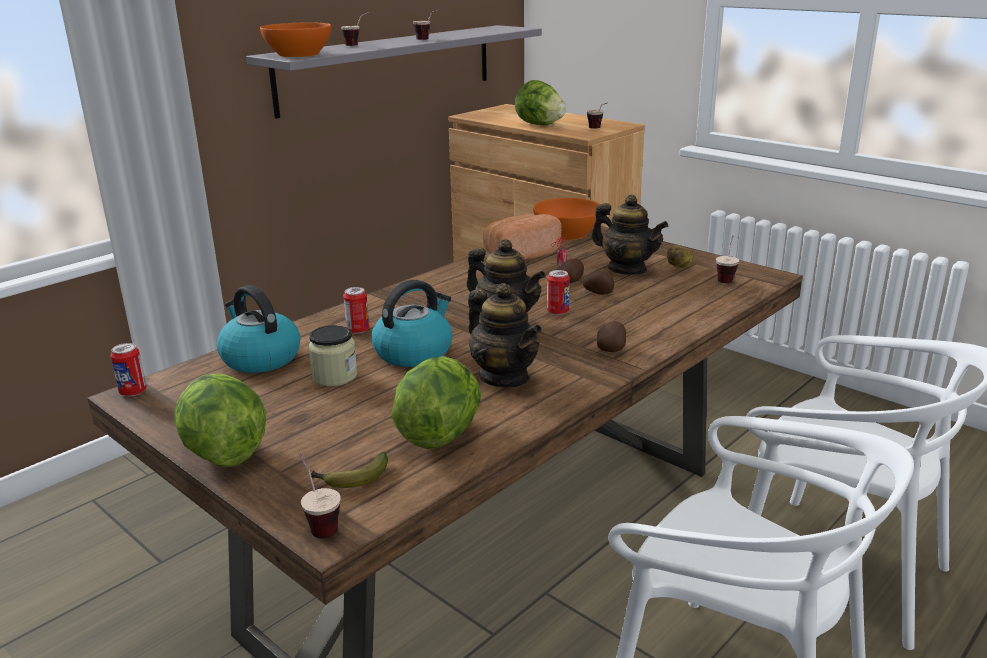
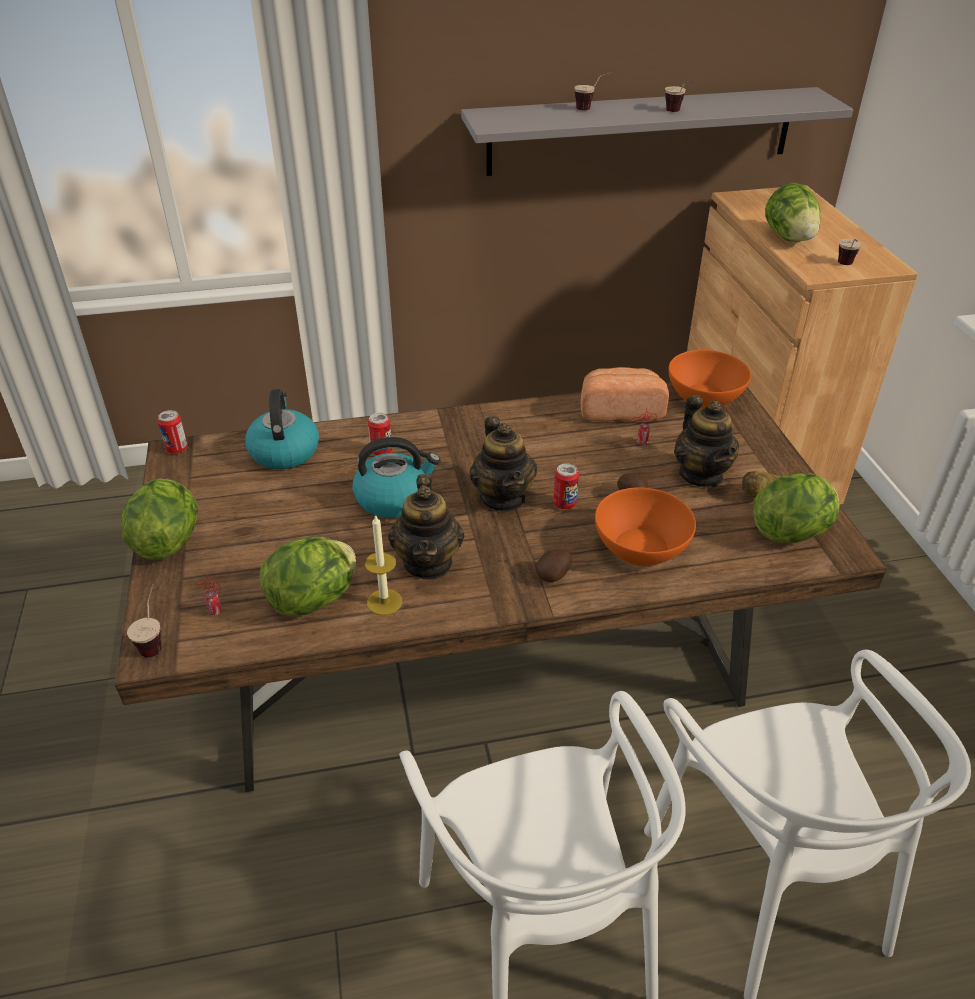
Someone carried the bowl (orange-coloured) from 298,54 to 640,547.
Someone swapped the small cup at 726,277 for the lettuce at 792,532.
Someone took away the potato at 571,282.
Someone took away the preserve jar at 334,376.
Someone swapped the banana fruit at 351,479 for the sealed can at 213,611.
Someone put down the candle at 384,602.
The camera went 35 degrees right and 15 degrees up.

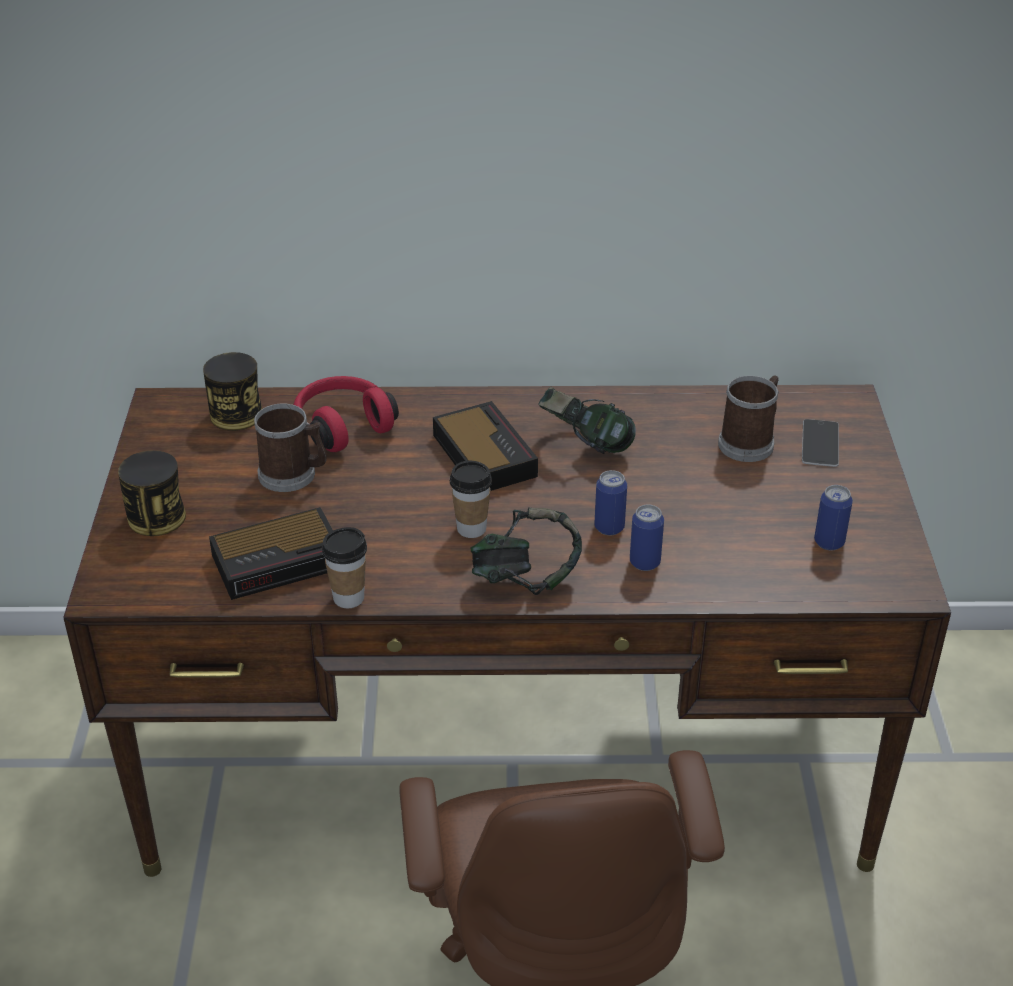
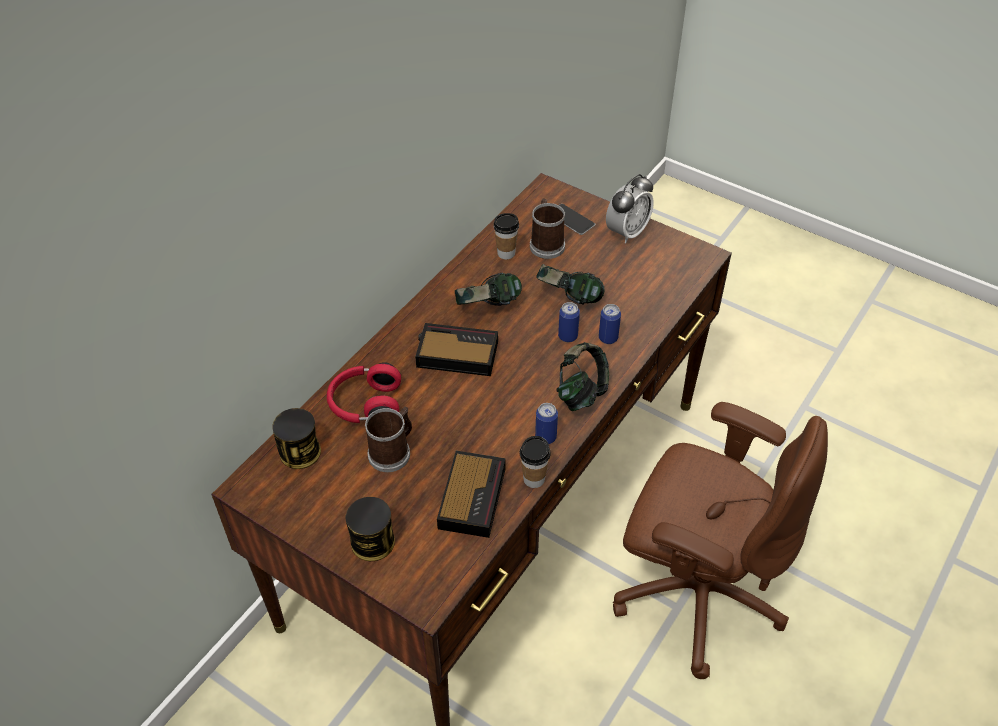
Someone carried the small cup from 471,528 to 506,253.
Someone carried the sealed can from 829,542 to 545,437.
Someone put down the bedside clock at 627,232.
Someone put down the pair of headphones at 568,299.
The camera went 55 degrees left and 10 degrees up.

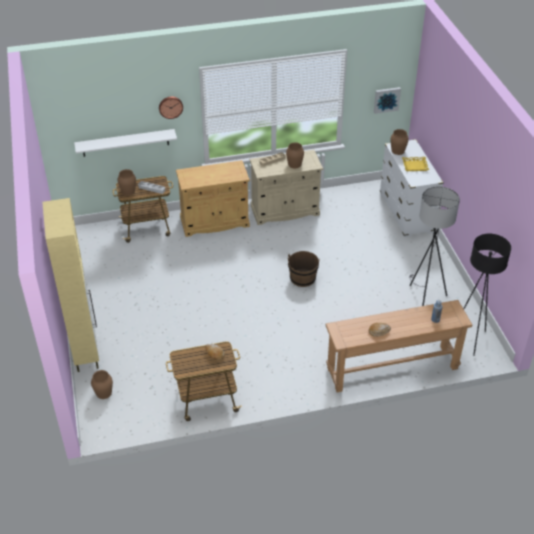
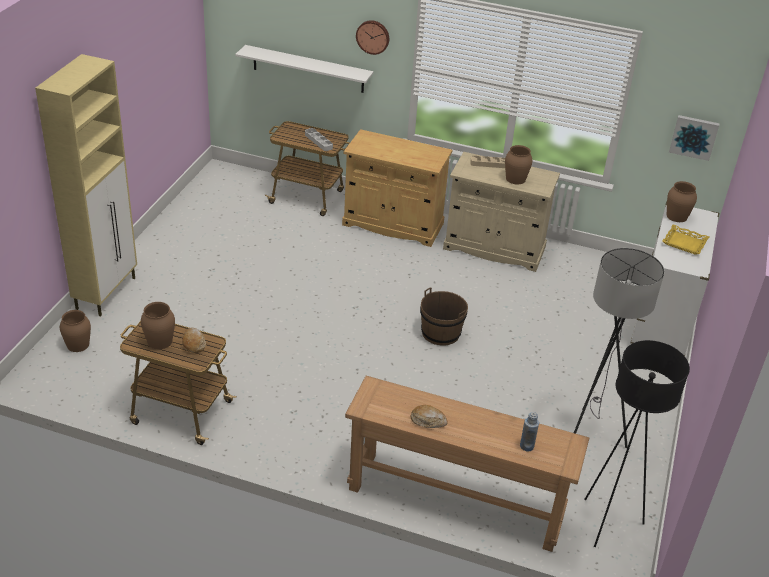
Someone carried the flower vase (brownish) from 128,191 to 159,341.
The camera went 30 degrees right and 5 degrees down.

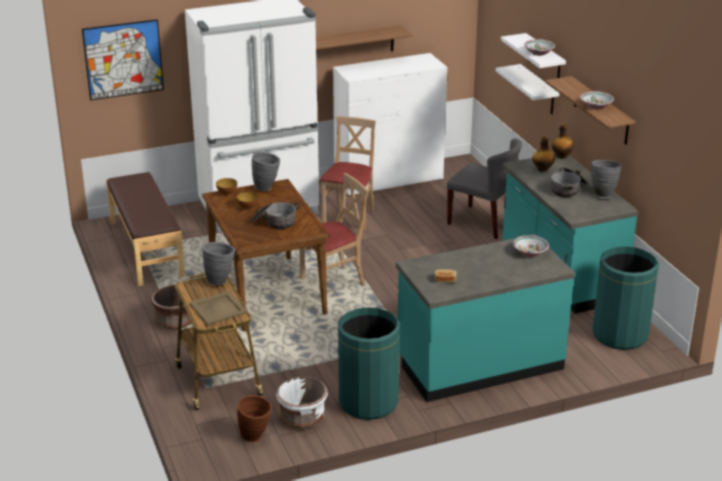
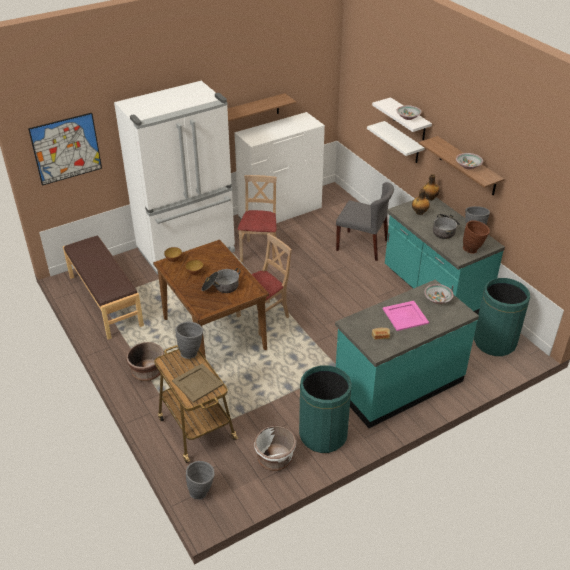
Someone carried the flower vase (grey) from 267,188 to 202,491.
Someone carried the flower vase (brownish) from 256,437 to 473,250.
Someone put down the serving tray (pink) at 405,316.
The camera went 10 degrees left and 10 degrees up.

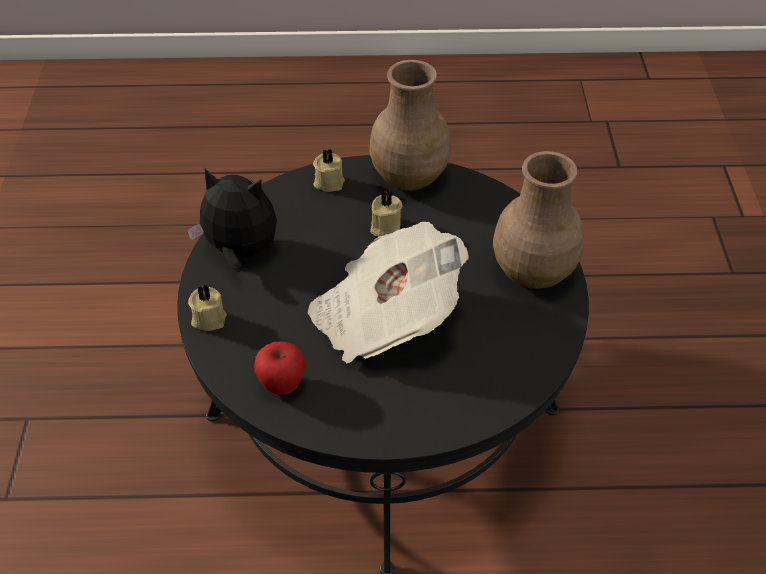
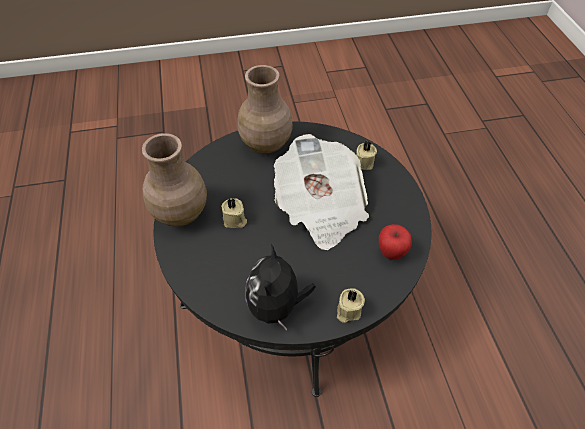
Someone carried the candle (sand-coloured) from 328,181 to 363,163.
The camera went 100 degrees left and 5 degrees up.

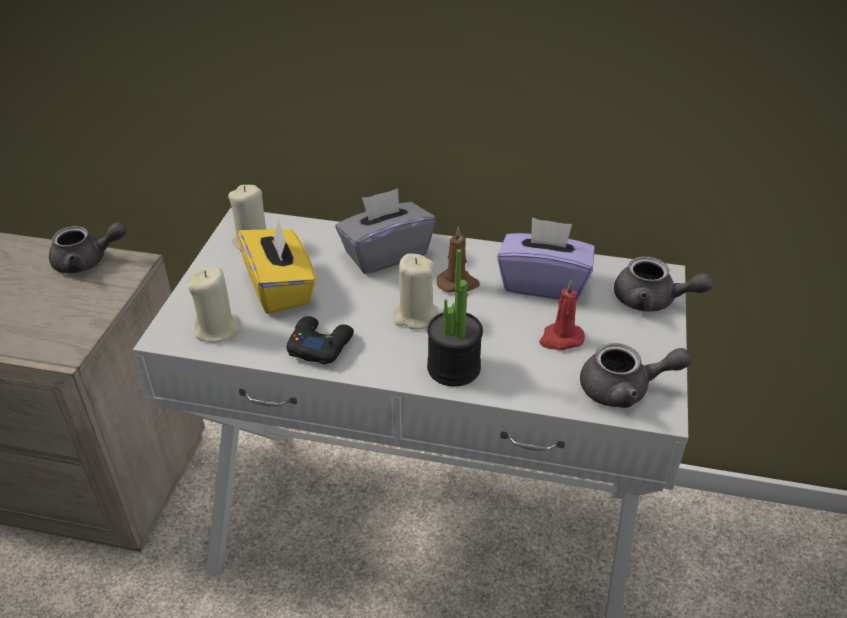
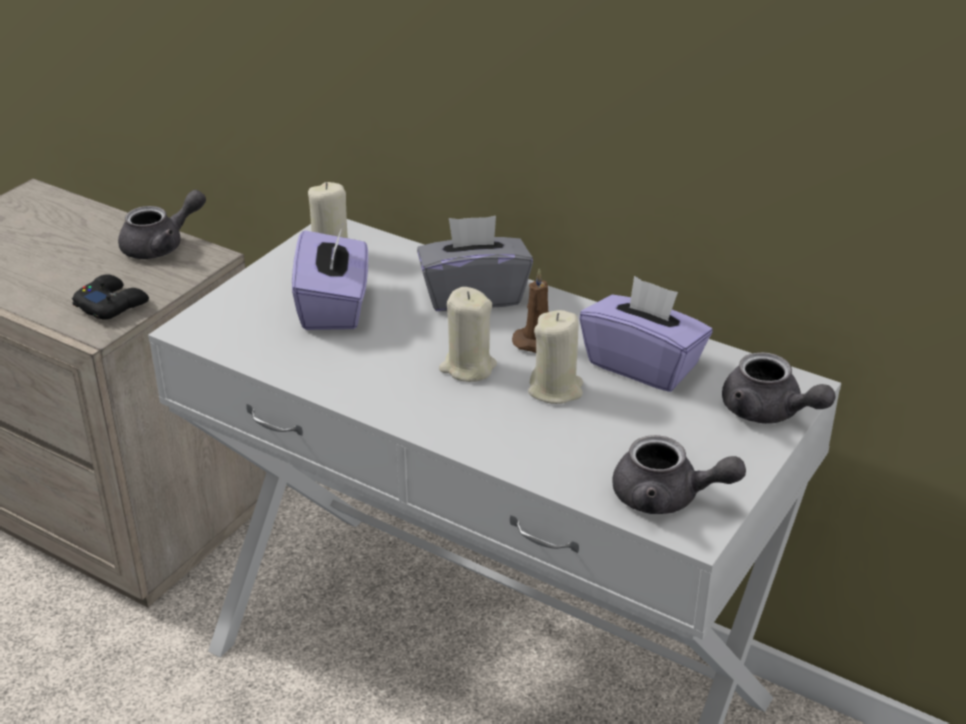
Someone repainted the tissue holder (yellow) at 280,288, which became the tissue holder (purple) at 334,307.
Someone rotated the teapot (grey) at 87,261 by 45 degrees counterclockwise.
Someone took away the plant in a pot at 453,368.
Someone carried the candle (sand-coloured) from 217,329 to 556,389.
Someone took away the candle (red-coloured) at 560,339.
Someone carried the game controller (black-coloured) from 320,345 to 111,304.
The camera went 20 degrees right and 5 degrees down.

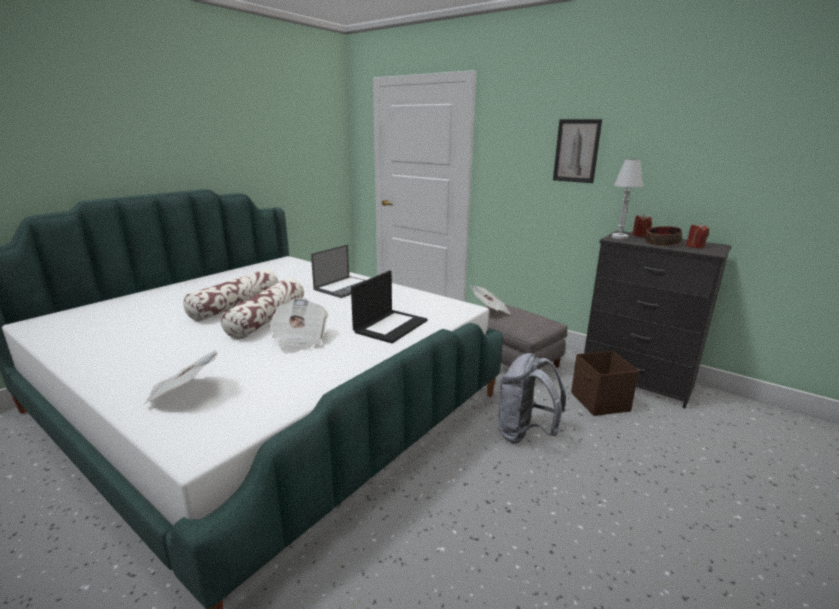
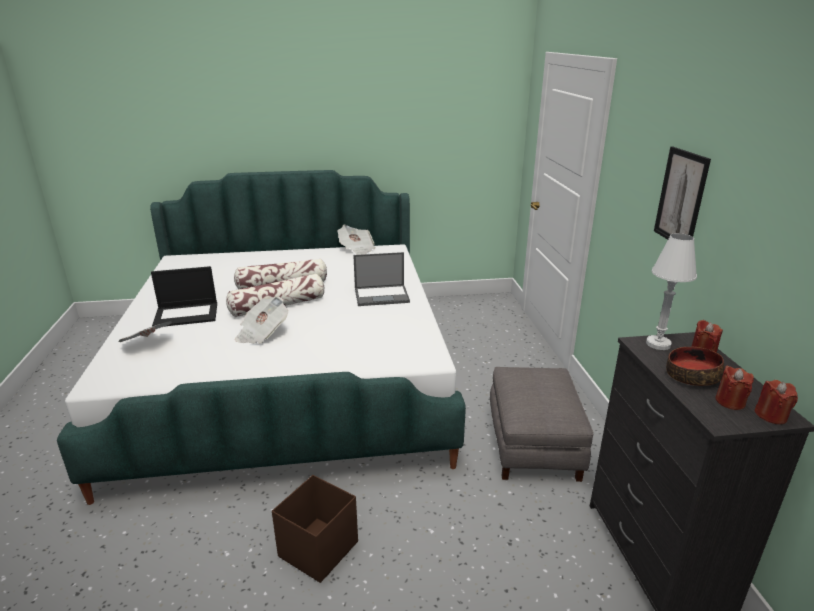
Someone carried the notebook computer from 390,326 to 187,314.
Someone carried the printed paper from 490,310 to 356,249.
Someone carried the storage container (brownish) from 600,402 to 317,550.
Someone took away the rucksack (grey) at 525,434.
Someone put down the candle (red-coloured) at 771,415.
The camera went 45 degrees right and 5 degrees up.

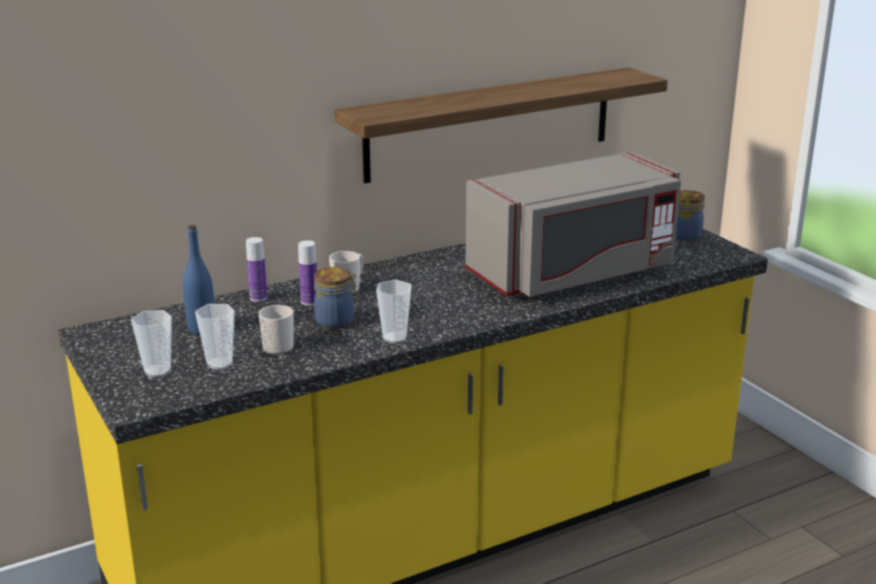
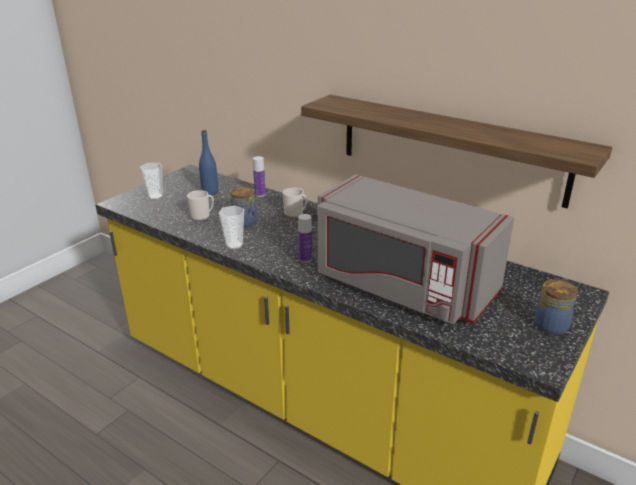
Someone carried the drink bottle from 309,301 to 305,259.
Someone took away the small cup at 219,364.
The camera went 65 degrees right and 5 degrees up.

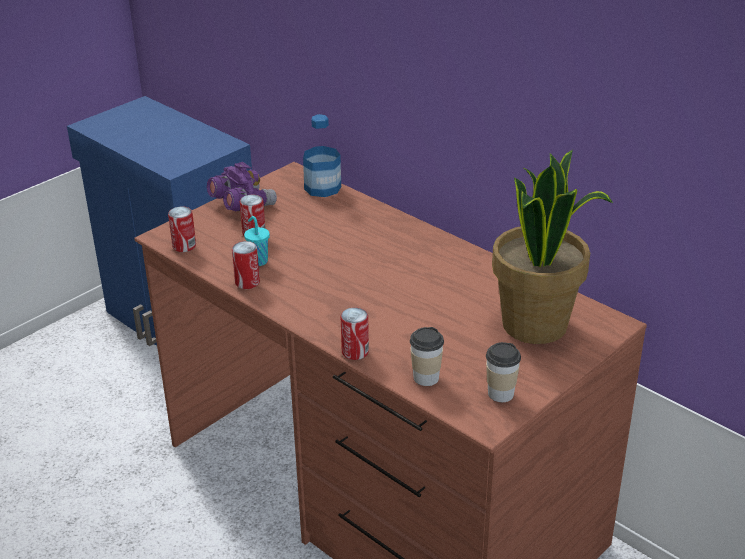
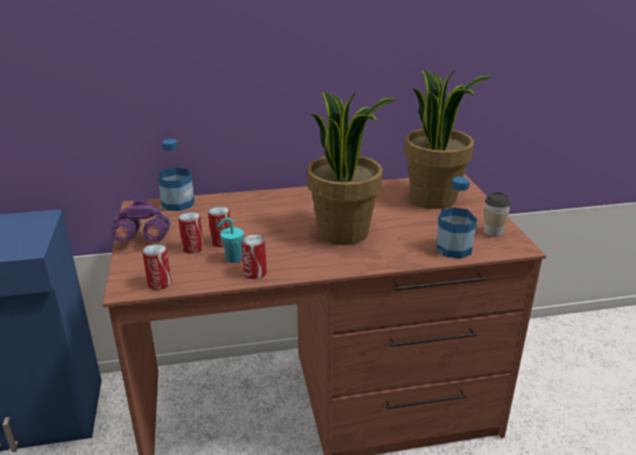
Someone carried the sealed can from 355,352 to 221,242.
Someone swapped the small cup at 426,378 for the drink bottle at 453,248.
Someone put down the plant in a pot at 344,232.
The camera went 55 degrees left and 5 degrees down.

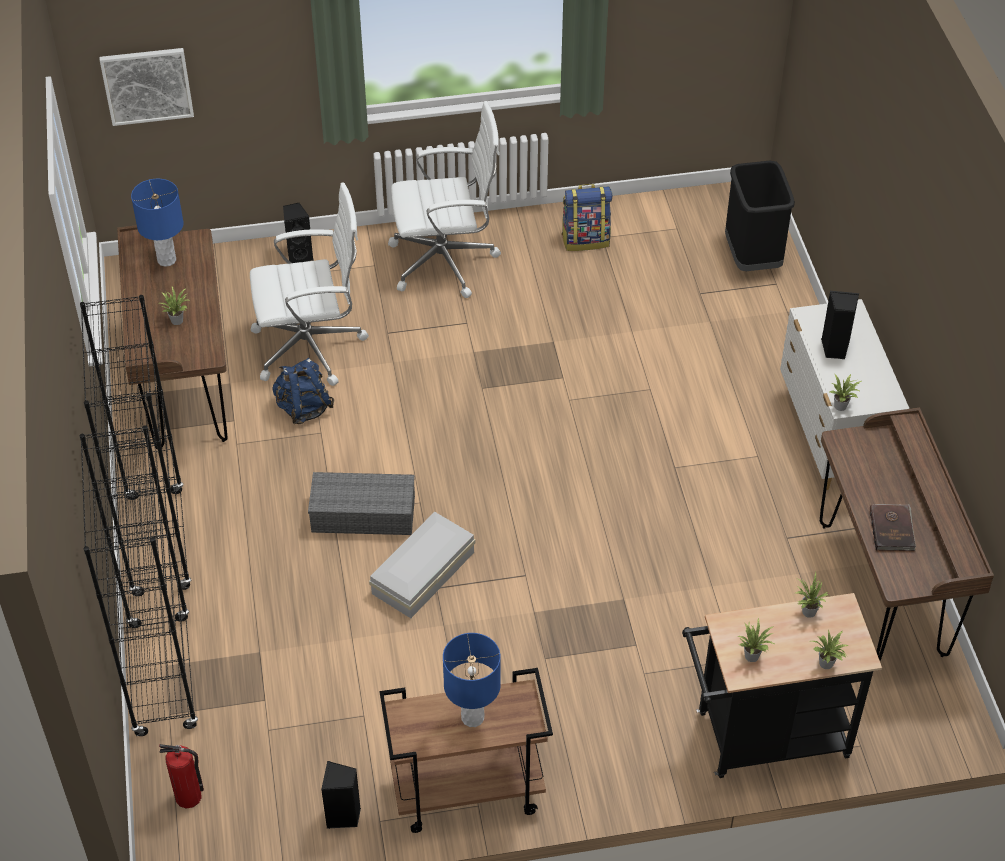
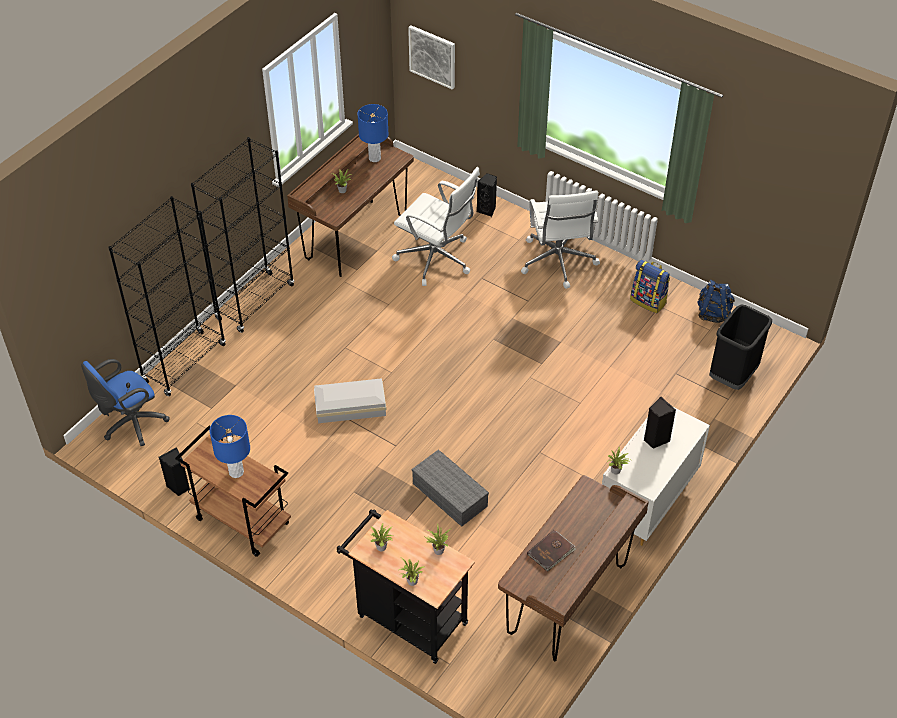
Someone rotated the desk chair (whitish) at 446,262 by 45 degrees clockwise.
Someone carried the rucksack (bluish) from 303,408 to 713,314.
Someone carried the storage container (grey) from 365,513 to 451,495.
Someone swapped the extinguisher at 189,796 for the desk chair (bluish) at 131,424.
The camera went 45 degrees right and 0 degrees up.

